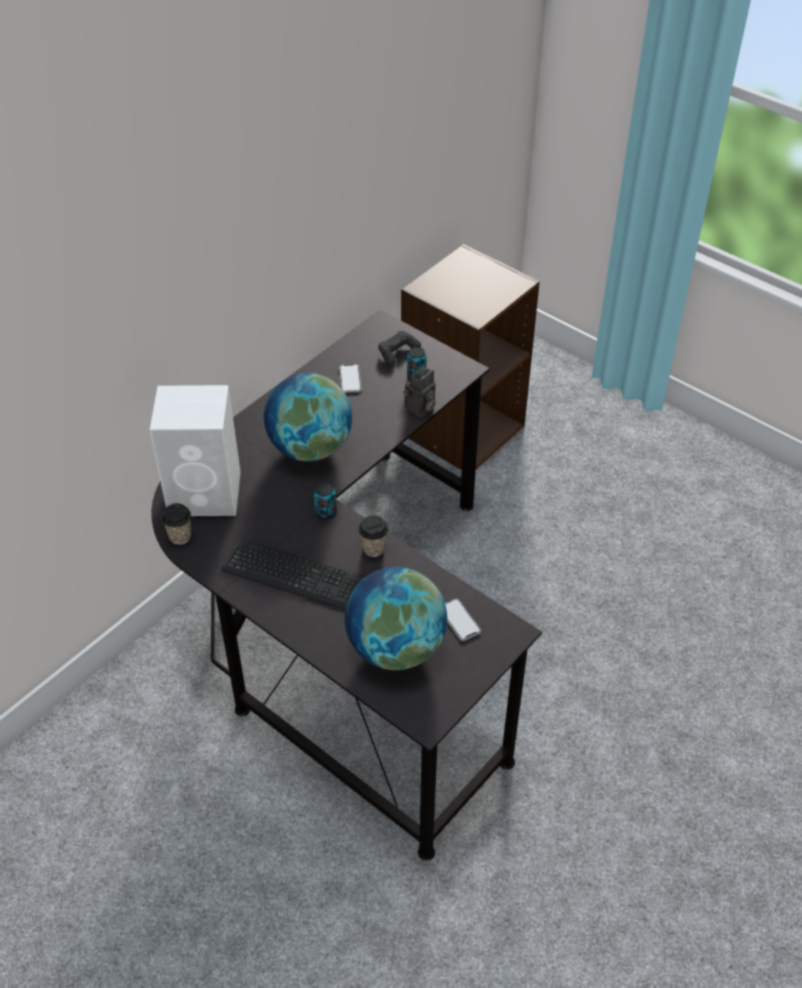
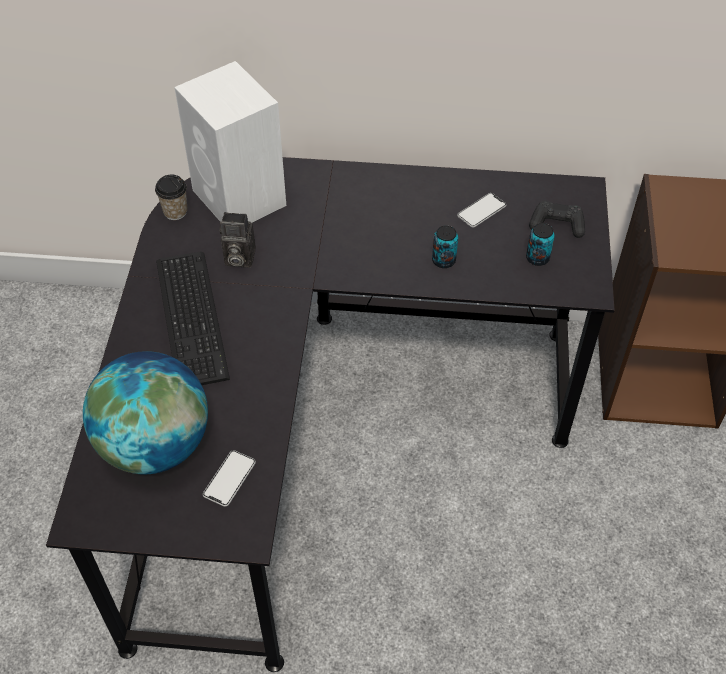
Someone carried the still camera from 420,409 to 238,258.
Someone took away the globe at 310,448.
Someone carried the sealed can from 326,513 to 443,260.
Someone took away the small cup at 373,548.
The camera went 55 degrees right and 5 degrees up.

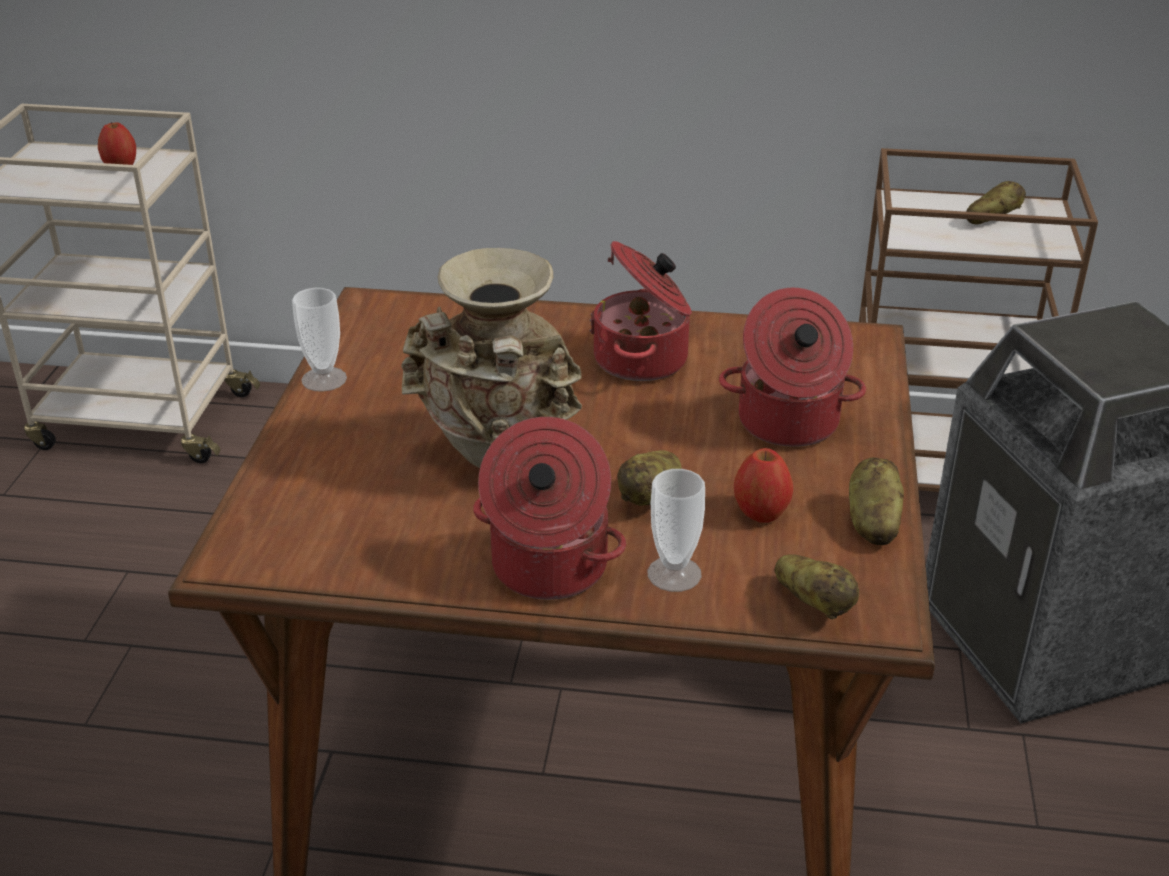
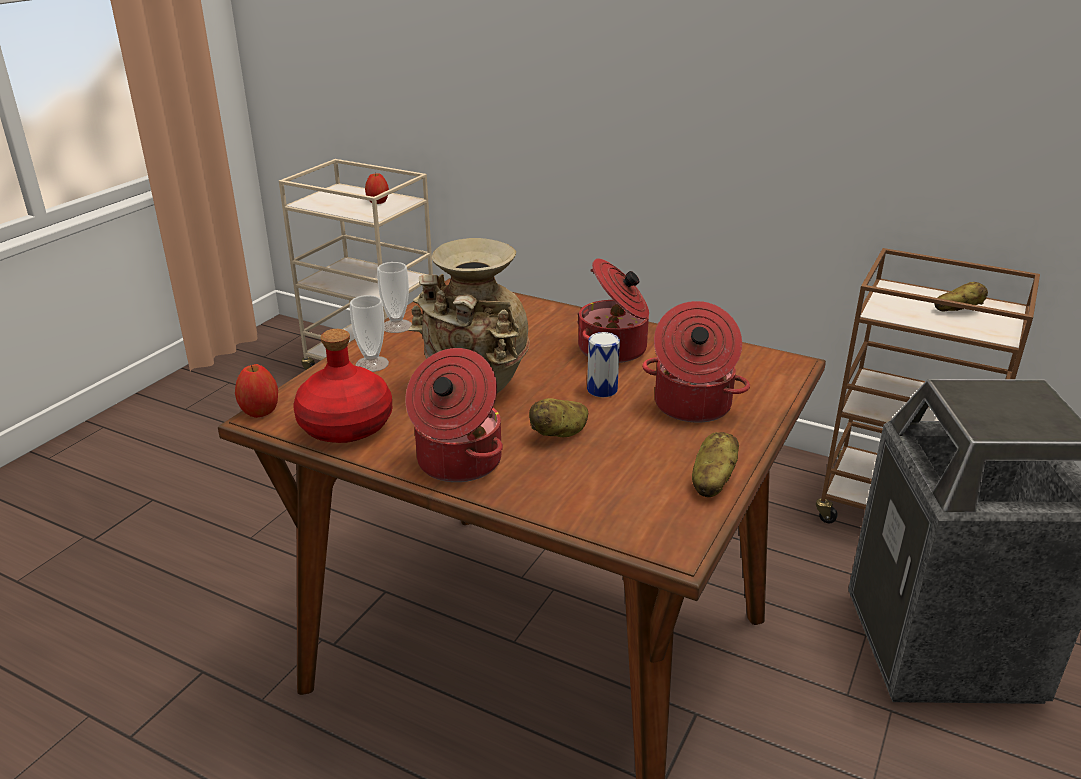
Someone carried the apple fruit from 761,512 to 260,411.
Someone carried the small cup from 674,574 to 372,364.
Someone took away the potato at 814,604.
Someone put down the drink bottle (red-coloured) at 345,425.
Someone put down the sealed can at 602,390.
The camera went 20 degrees right and 5 degrees down.

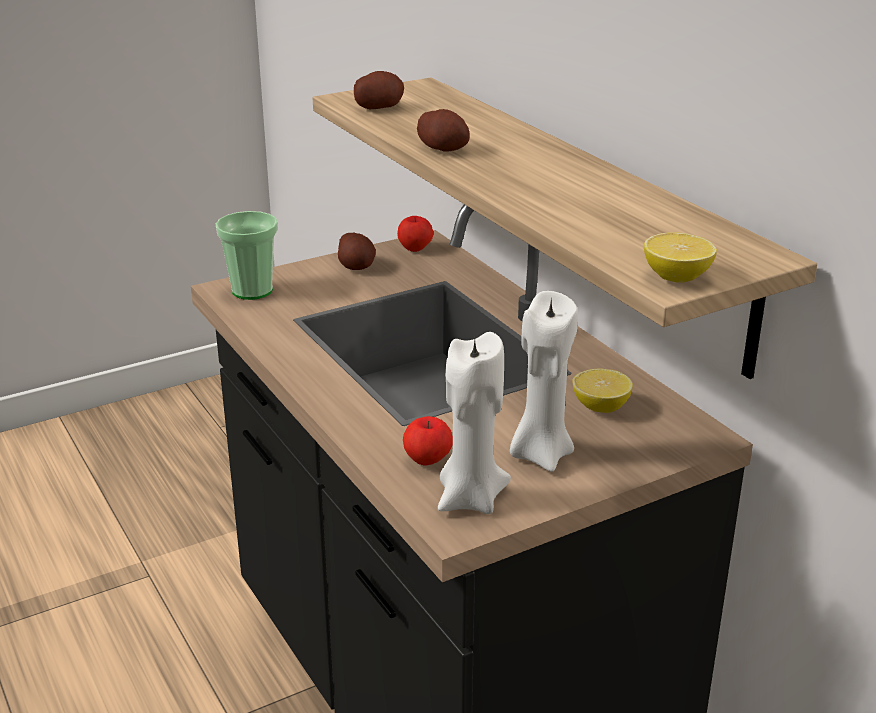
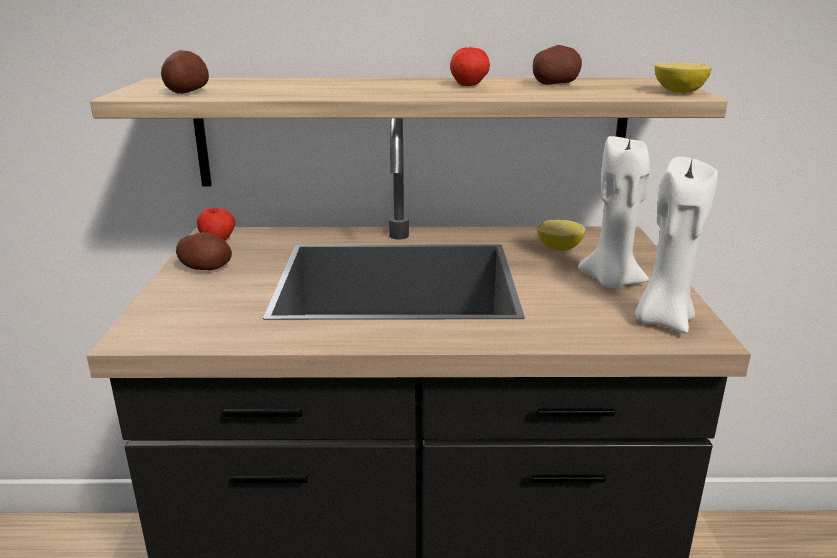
Someone carried the potato from 443,149 to 555,84.
Someone took away the small cup at 252,291.
Someone carried the apple fruit from 427,461 to 469,85.
The camera went 60 degrees left and 5 degrees down.

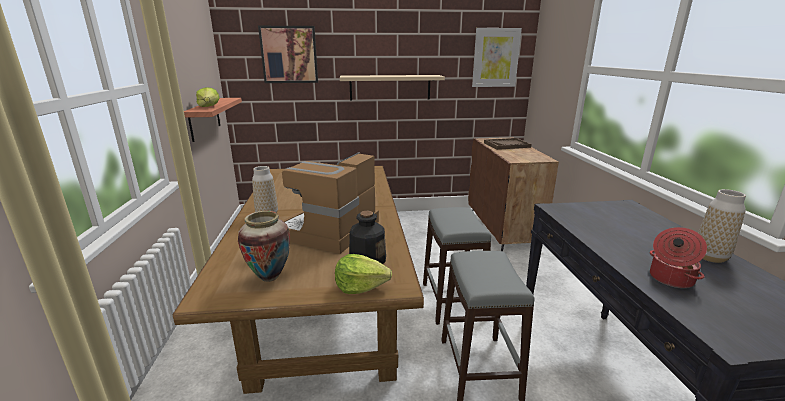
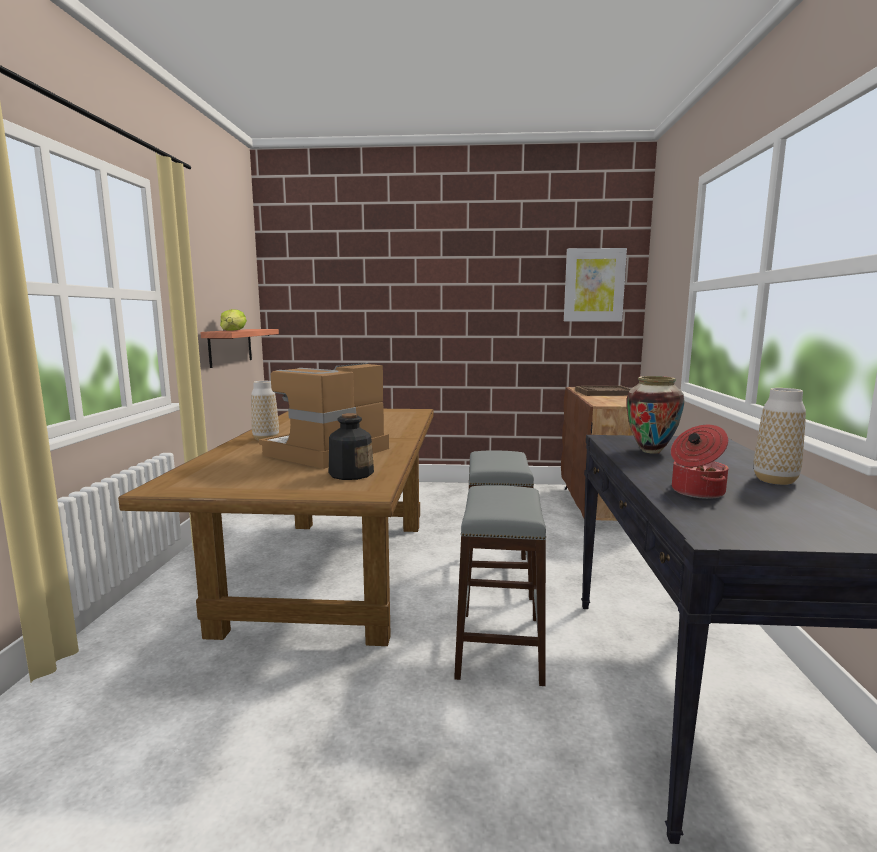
Someone took away the wall picture at 289,55.
Someone took away the wall shelf (sand-coloured) at 390,87.
Someone carried the flower vase from 269,277 to 651,451.
Someone took away the lettuce at 360,286.
The camera went 10 degrees right and 10 degrees down.

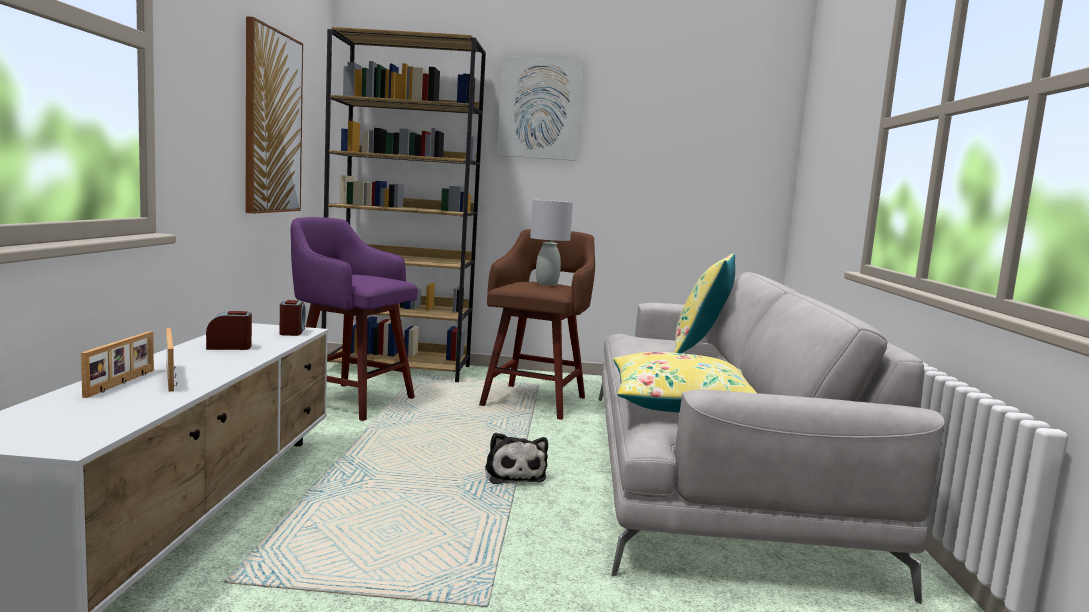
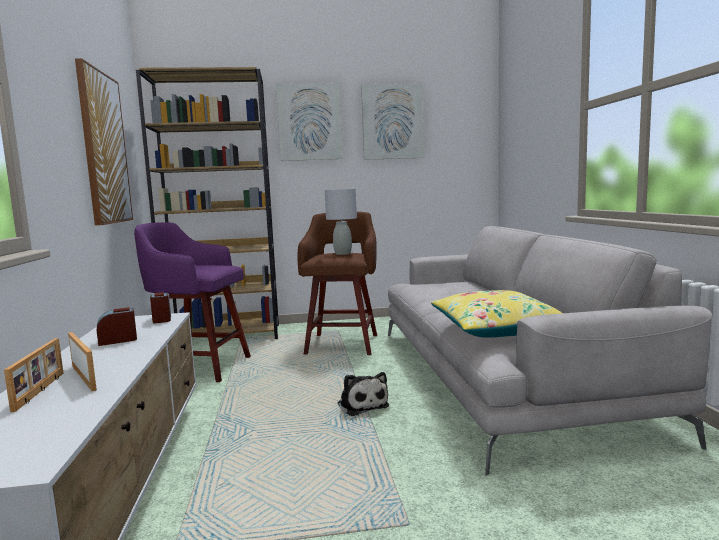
Someone took away the cushion (yellow) at 701,349.
Someone put up the wall picture at 392,122.
The camera went 10 degrees left and 0 degrees up.

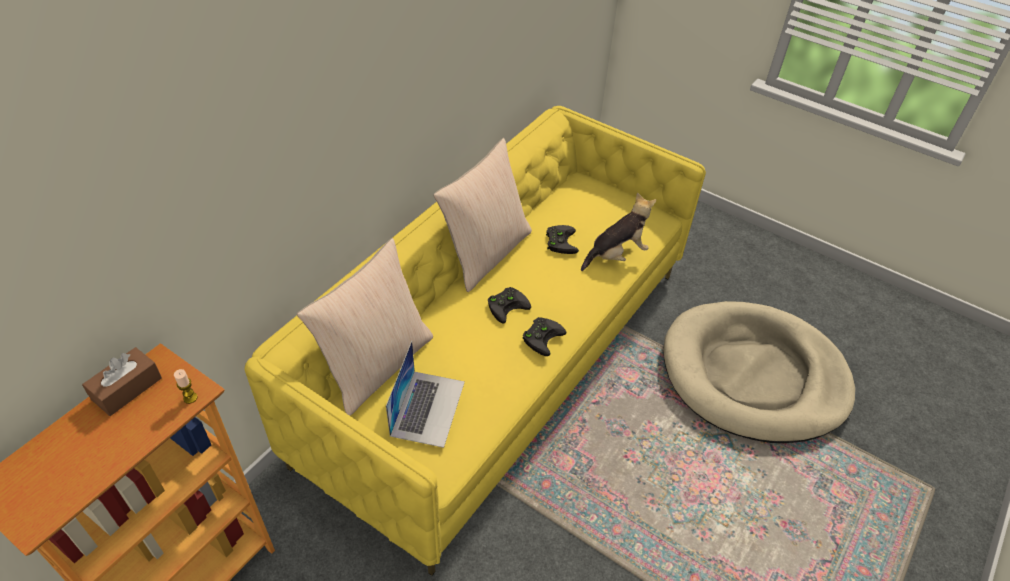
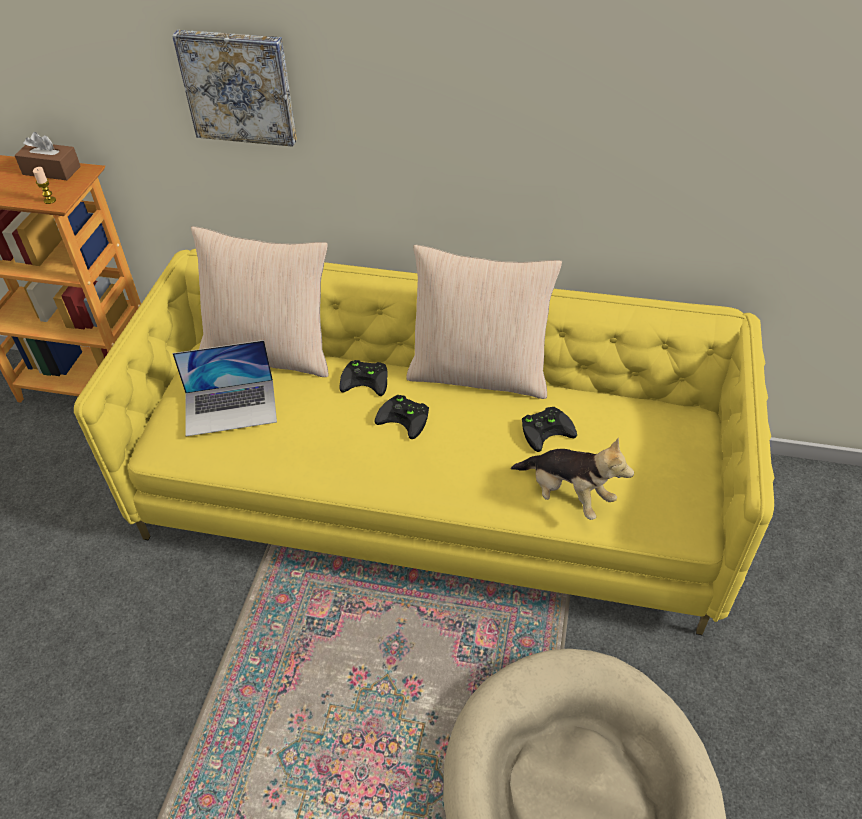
Someone carried the game controller (black-coloured) from 542,336 to 367,379.
Someone put up the wall picture at 239,86.
The camera went 70 degrees right and 0 degrees up.

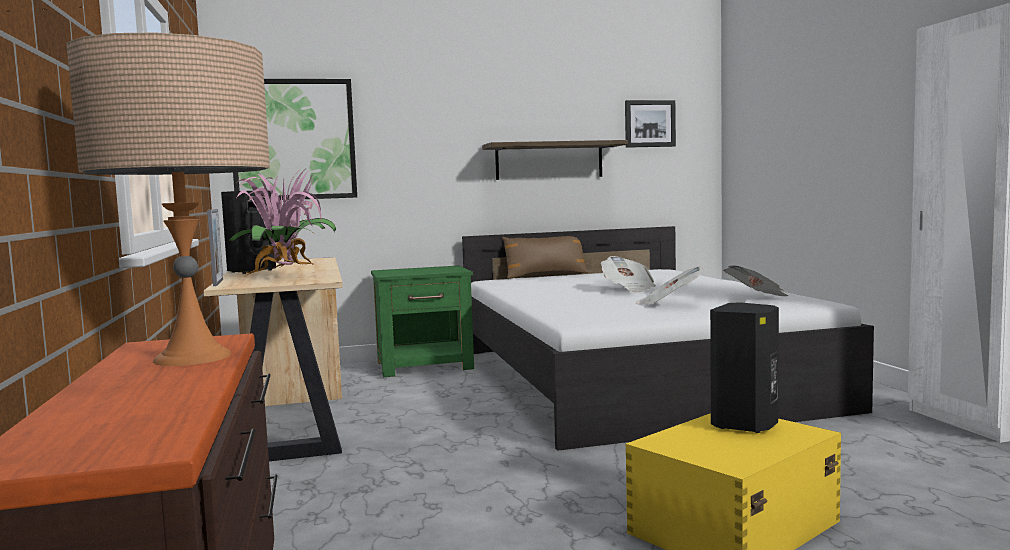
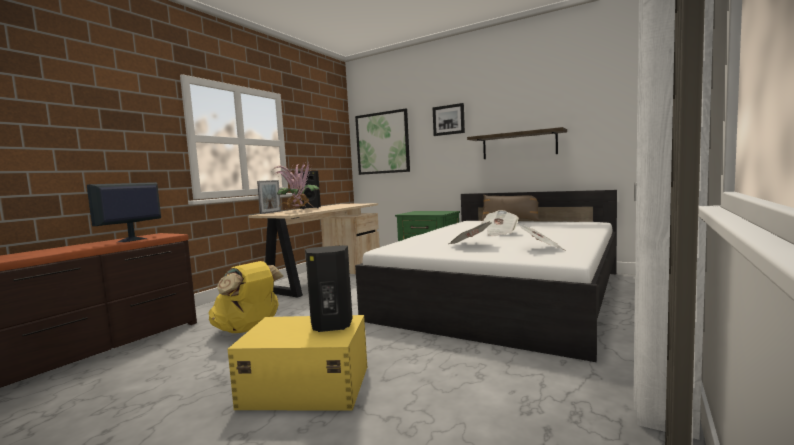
Someone swapped the table lamp (sand-coloured) at 192,357 for the computer screen at 131,240.
Someone carried the wall picture from 649,123 to 448,120.
Someone put down the rucksack (yellow) at 248,329.
The camera went 45 degrees right and 0 degrees up.

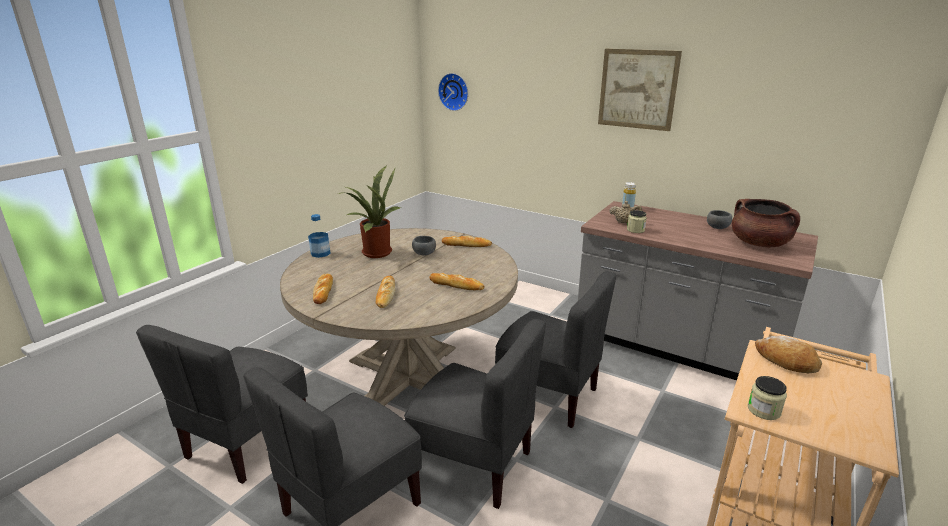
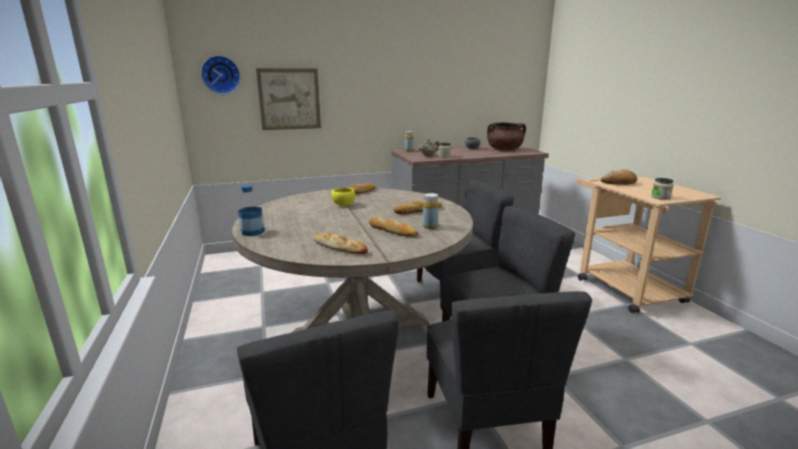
Someone carried the wall picture from 637,89 to 289,99.
Someone took away the plant in a pot at 374,252.
Someone repainted the bowl (grey) at 424,254, which became the bowl (yellow) at 343,205.
Someone put down the drink bottle (yellow) at 430,226.
The camera went 50 degrees left and 5 degrees down.

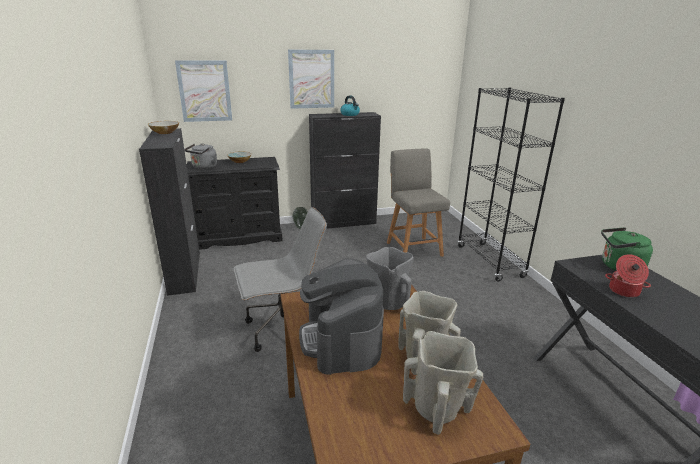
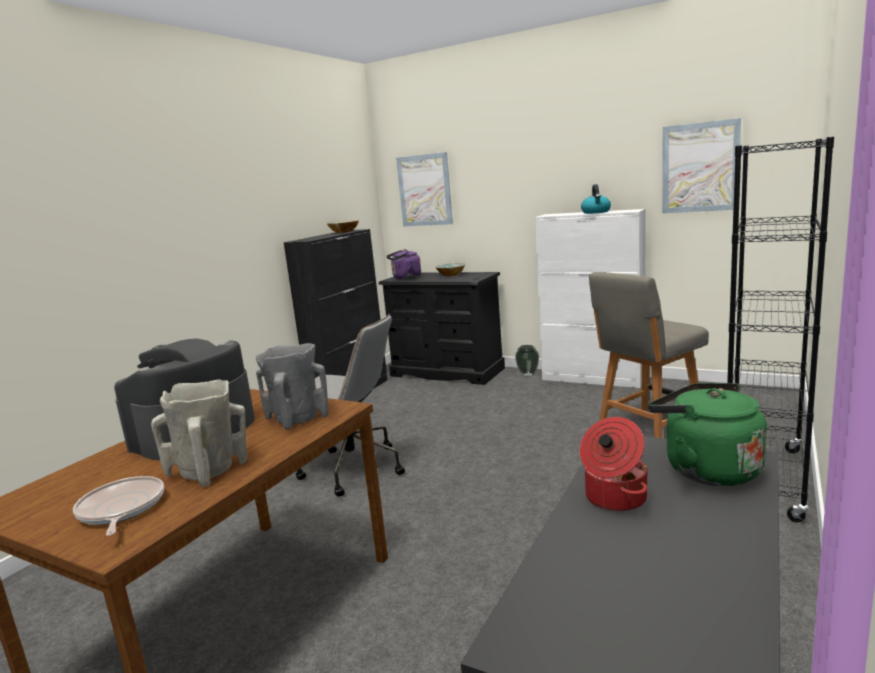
Someone carried the wall picture from 311,79 to 700,167.
Someone repainted the cupboard (black-coloured) at 344,222, which became the cupboard (whitish) at 593,379.
Someone repainted the kettle (grey) at 204,167, which became the kettle (purple) at 405,278.
Someone rotated the upright chair (grey) at 413,248 by 150 degrees counterclockwise.
Someone swapped the flower vase (sand-coloured) at 438,409 for the pan at 121,509.
The camera went 45 degrees right and 10 degrees down.

